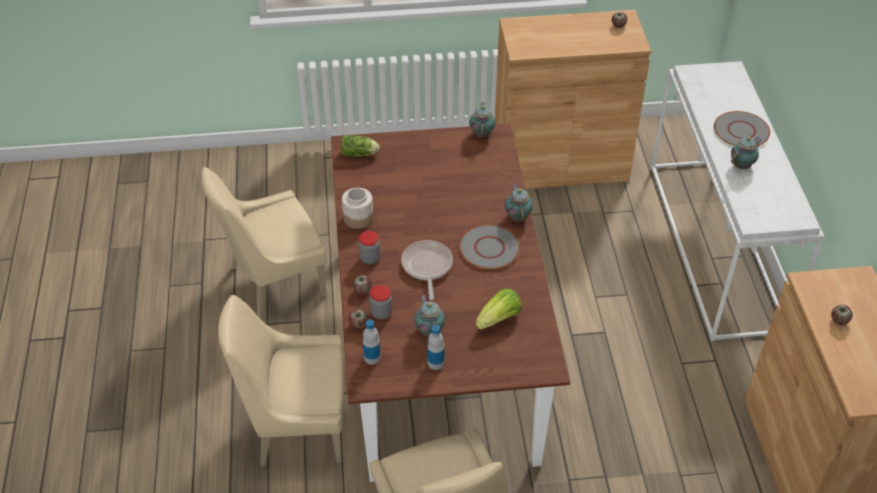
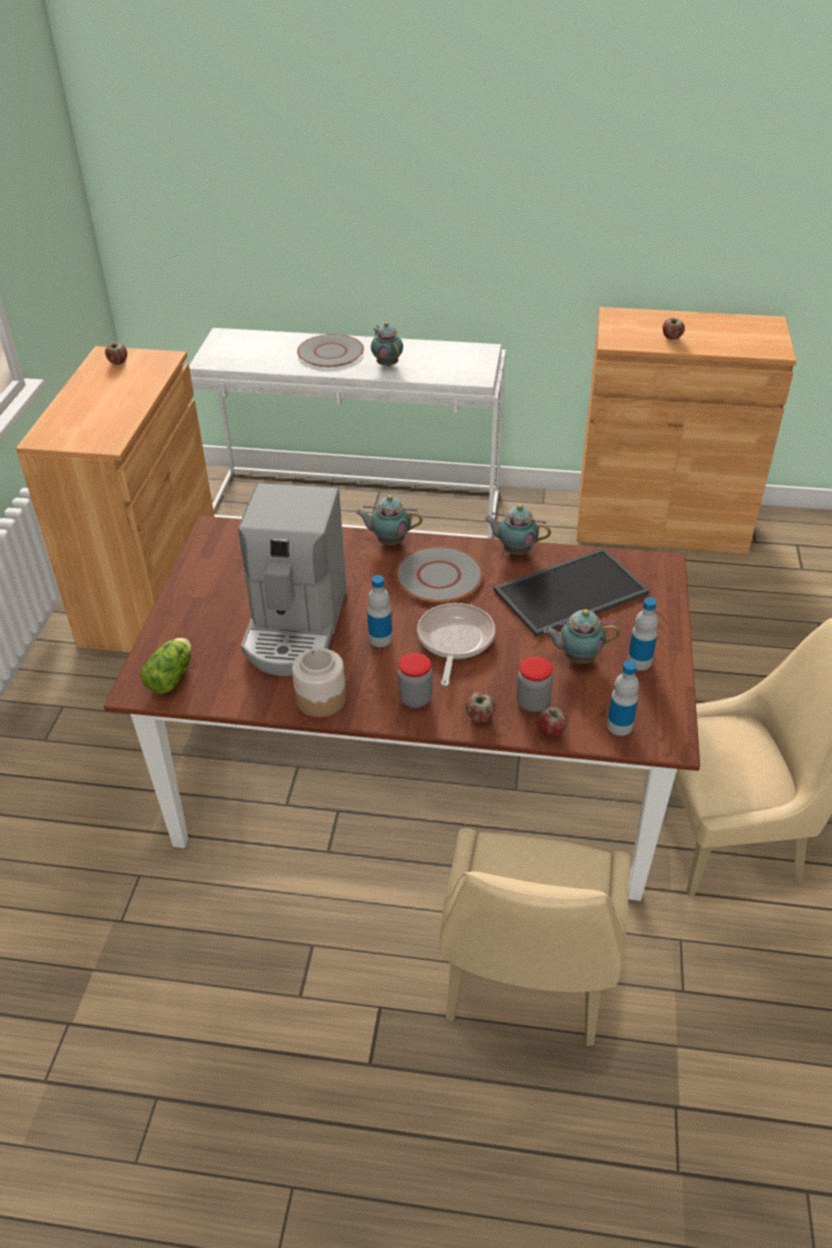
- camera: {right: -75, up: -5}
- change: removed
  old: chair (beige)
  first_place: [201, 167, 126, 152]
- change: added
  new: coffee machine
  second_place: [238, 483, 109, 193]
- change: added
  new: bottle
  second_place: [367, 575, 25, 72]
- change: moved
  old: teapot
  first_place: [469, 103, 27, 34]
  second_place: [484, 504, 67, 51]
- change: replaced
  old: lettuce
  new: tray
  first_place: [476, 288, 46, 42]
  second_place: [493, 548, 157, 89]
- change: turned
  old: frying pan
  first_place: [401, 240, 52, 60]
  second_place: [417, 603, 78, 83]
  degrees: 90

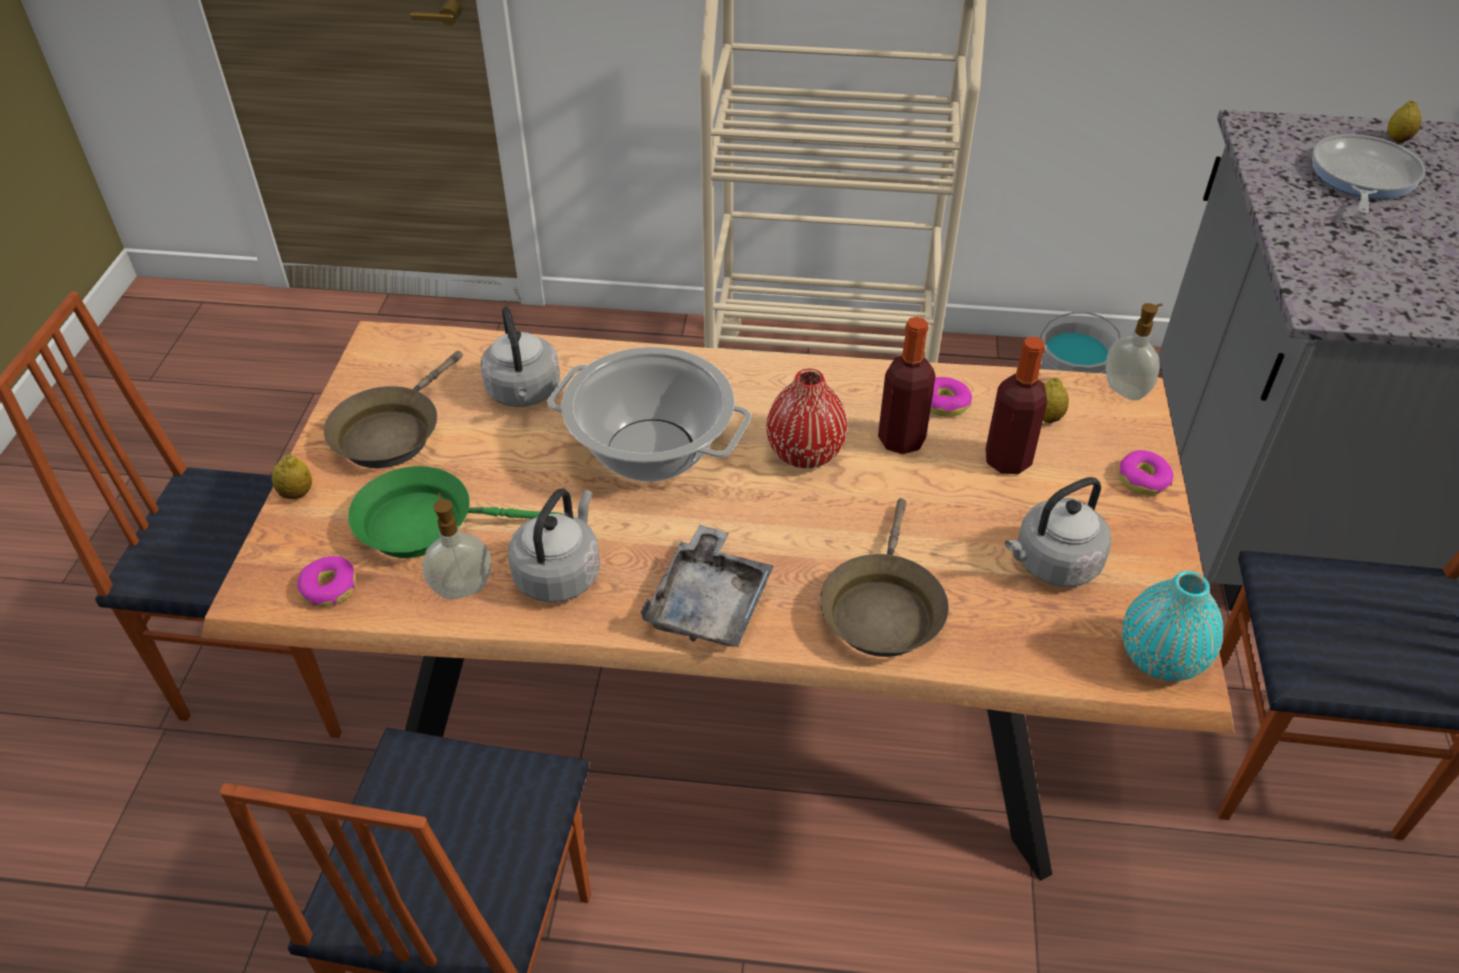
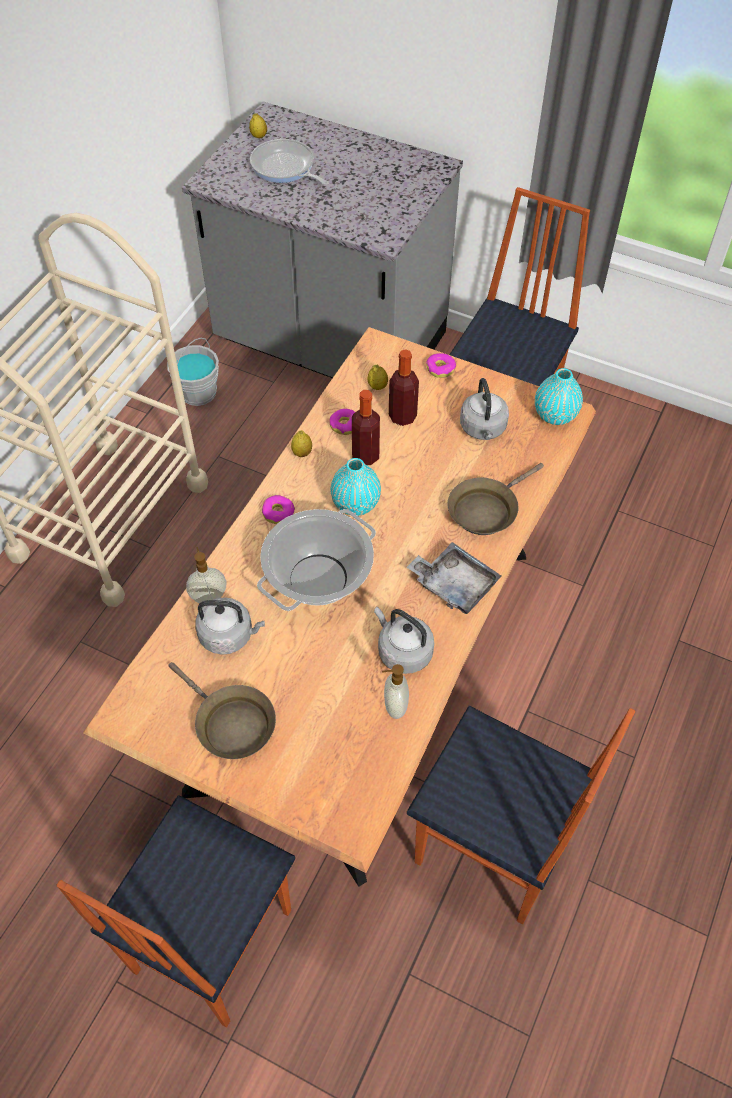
- camera: {right: -70, up: 10}
- change: removed
  old: frying pan (green)
  first_place: [348, 466, 214, 92]
- change: moved
  old: lemon
  first_place: [272, 454, 40, 45]
  second_place: [291, 430, 21, 27]
- change: moved
  old: donut
  first_place: [297, 556, 59, 51]
  second_place: [262, 495, 33, 29]
- change: moved
  old: soap dispenser
  first_place: [1105, 303, 58, 98]
  second_place: [186, 547, 40, 56]
- change: recoloured
  old: vase (red)
  new: vase (turquoise)
  first_place: [766, 369, 82, 99]
  second_place: [330, 458, 51, 58]
- change: turned
  old: frying pan (brown)
  first_place: [820, 498, 129, 159]
  second_place: [447, 463, 97, 72]
  degrees: 105

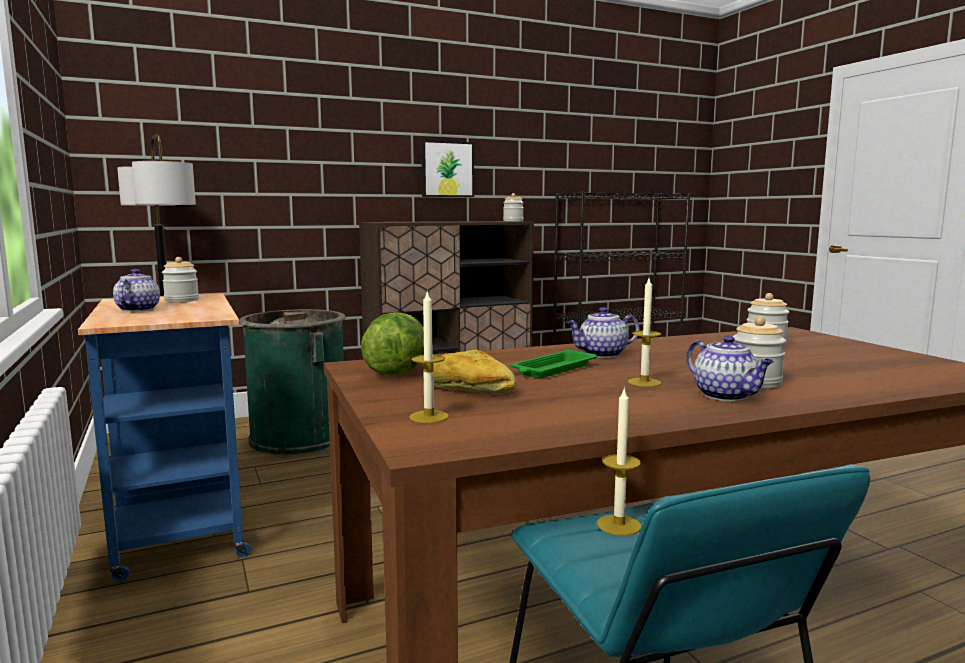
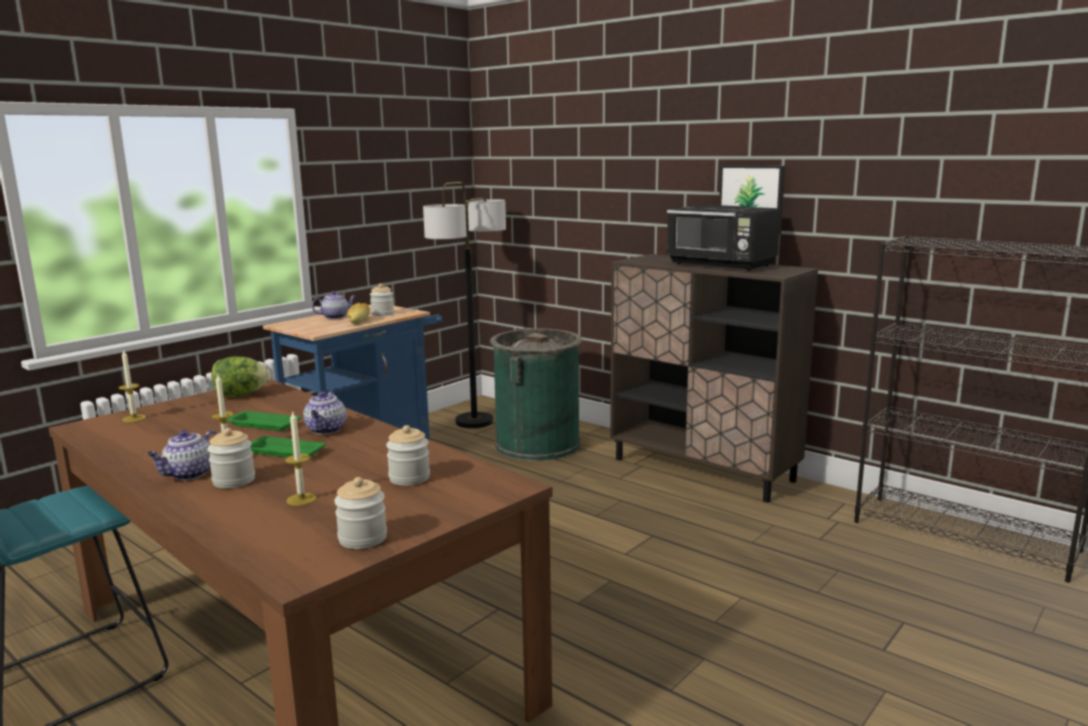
- camera: {right: 65, up: 5}
- change: added
  new: tray (green)
  second_place: [250, 436, 76, 21]
- change: added
  new: microwave (black)
  second_place: [667, 205, 114, 66]
- change: moved
  old: bread
  first_place: [433, 349, 83, 46]
  second_place: [347, 303, 23, 21]
- change: moved
  old: jar
  first_place: [503, 193, 21, 28]
  second_place: [334, 477, 53, 72]
- change: moved
  old: candle
  first_place: [597, 387, 44, 149]
  second_place: [285, 410, 31, 96]
- change: turned
  old: teapot
  first_place: [567, 307, 73, 51]
  second_place: [303, 391, 43, 43]
  degrees: -135

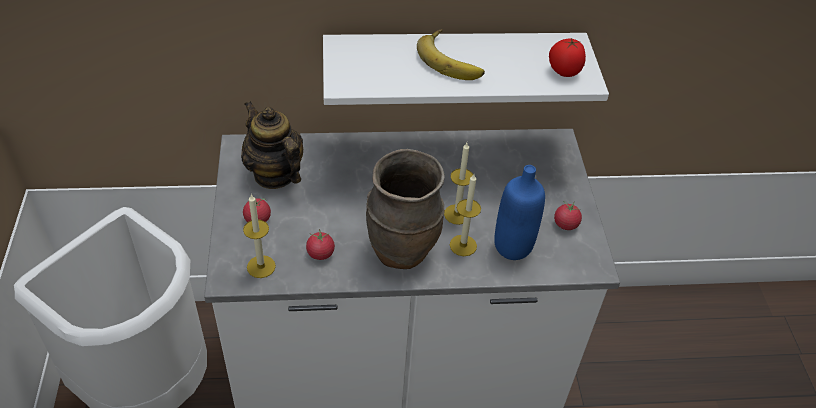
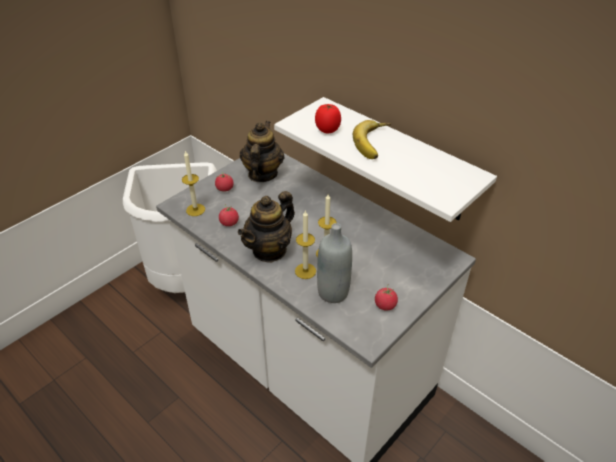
- camera: {right: 50, up: -5}
- change: moved
  old: tomato
  first_place: [549, 38, 37, 39]
  second_place: [315, 104, 26, 29]
- change: replaced
  old: vase (brown)
  new: teapot
  first_place: [366, 149, 79, 120]
  second_place: [238, 191, 57, 72]
- change: recoloured
  old: bottle (blue)
  new: bottle (grey)
  first_place: [494, 165, 51, 95]
  second_place: [317, 223, 35, 80]

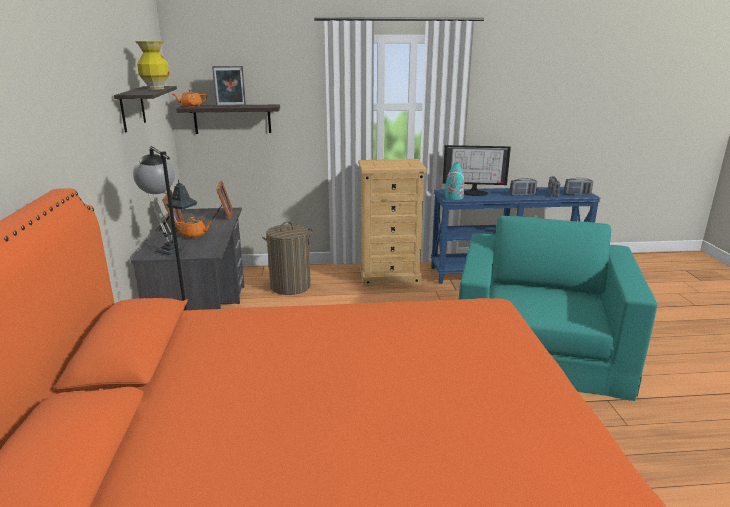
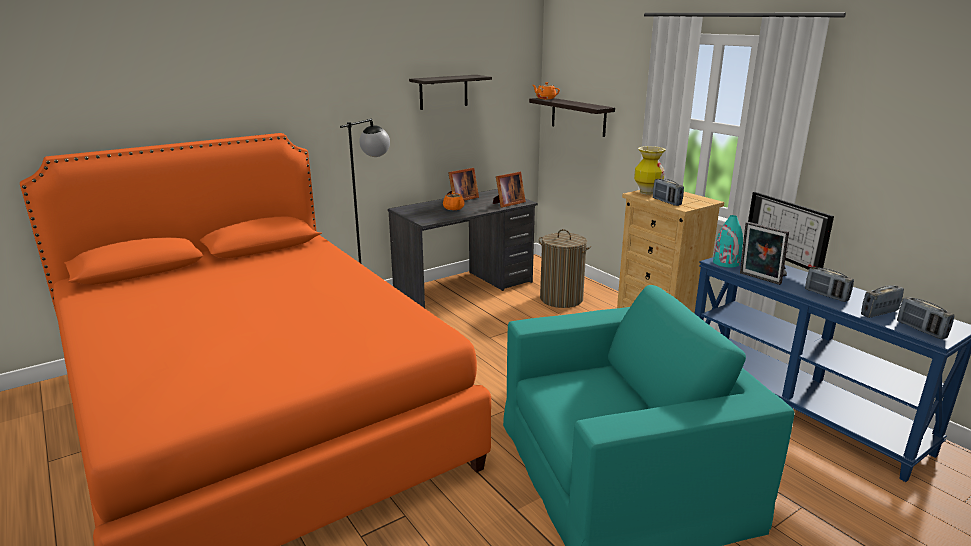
- camera: {right: 60, up: 0}
- change: removed
  old: table lamp
  first_place: [146, 179, 51, 76]
- change: added
  new: radio
  second_place: [653, 179, 31, 27]
- change: moved
  old: vase
  first_place: [135, 41, 34, 49]
  second_place: [634, 146, 32, 49]
- change: moved
  old: picture frame
  first_place: [212, 66, 34, 41]
  second_place: [740, 222, 49, 63]

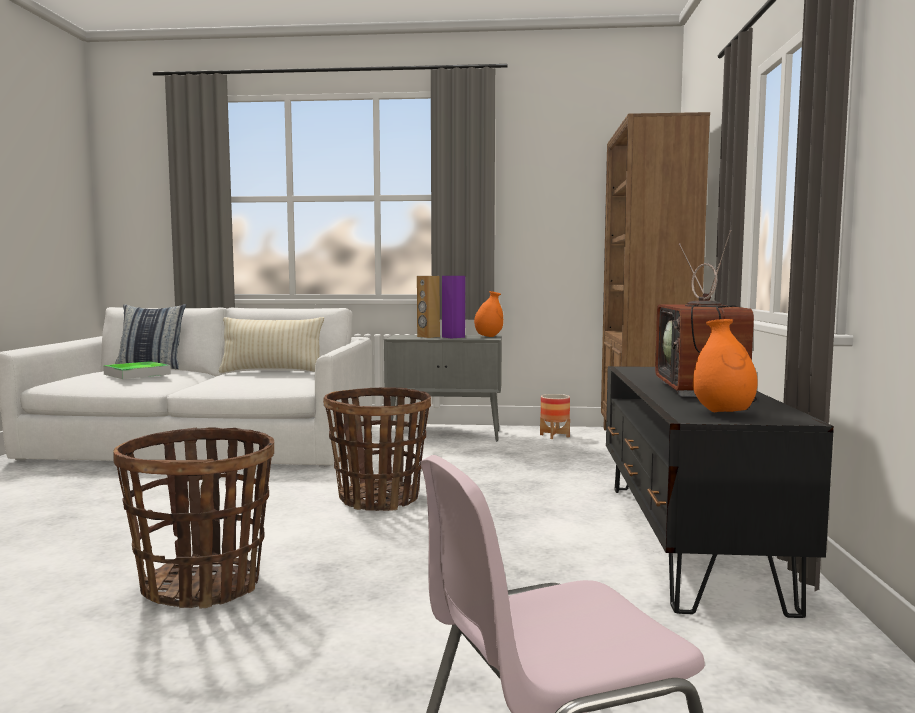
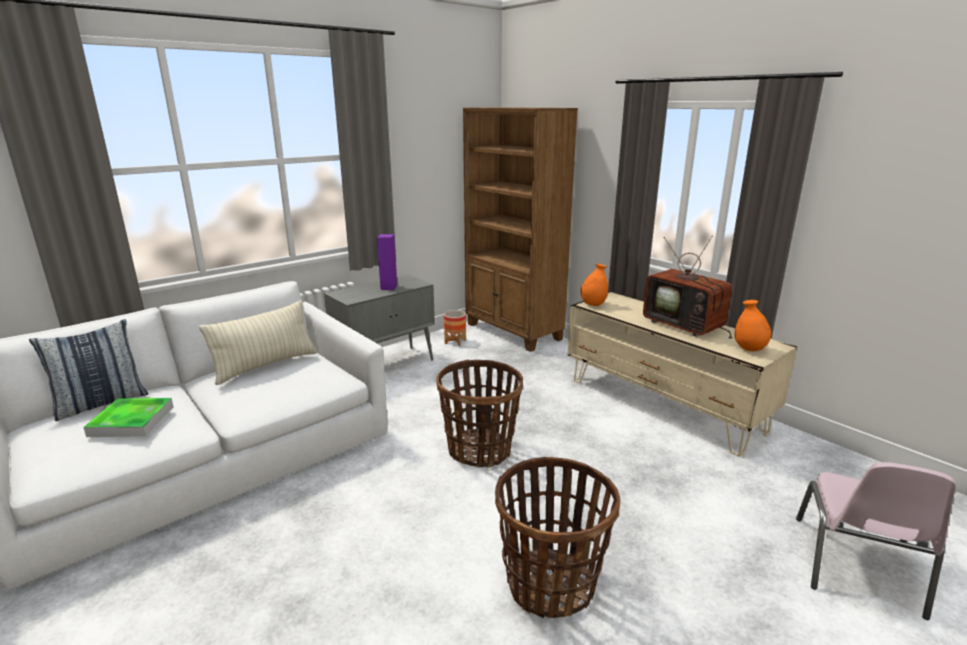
- camera: {right: -45, up: 15}
- change: removed
  old: speaker (brown)
  first_place: [417, 276, 23, 62]
- change: moved
  old: vase (orange)
  first_place: [474, 291, 29, 46]
  second_place: [580, 264, 28, 42]
- change: recoloured
  old: tv stand (black)
  new: tv stand (beige)
  first_place: [606, 366, 228, 252]
  second_place: [568, 292, 229, 165]

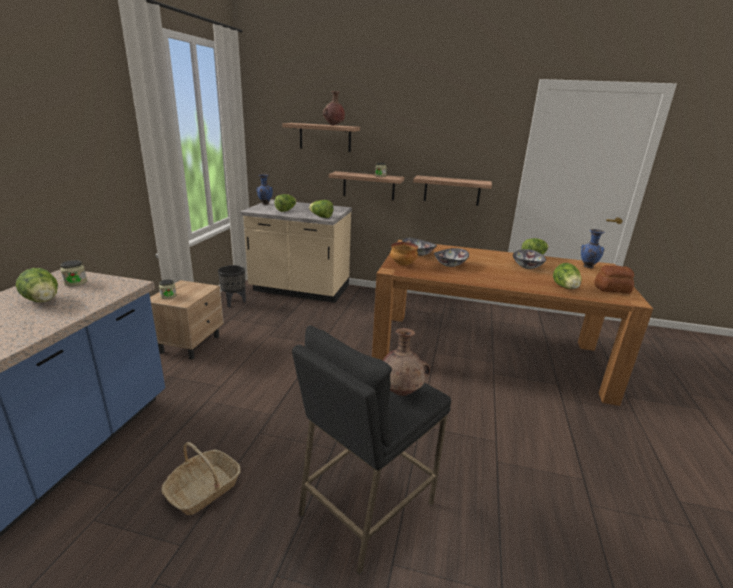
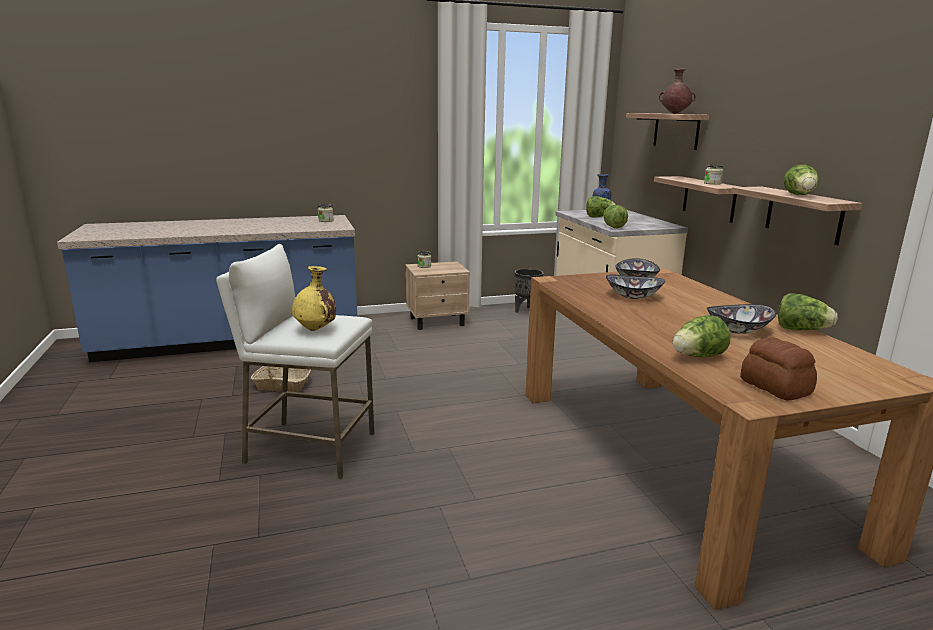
- camera: {right: 60, up: -5}
- change: removed
  old: bowl
  first_place: [390, 242, 28, 24]
- change: removed
  old: vase (blue)
  first_place: [581, 229, 23, 39]
- change: moved
  old: lettuce
  first_place: [16, 268, 42, 34]
  second_place: [784, 165, 35, 30]
- change: recoloured
  old: stool (black)
  new: stool (white)
  first_place: [292, 325, 159, 250]
  second_place: [216, 244, 158, 235]
- change: recoloured
  old: vase (brown)
  new: vase (yellow)
  first_place: [383, 328, 47, 68]
  second_place: [292, 266, 44, 65]

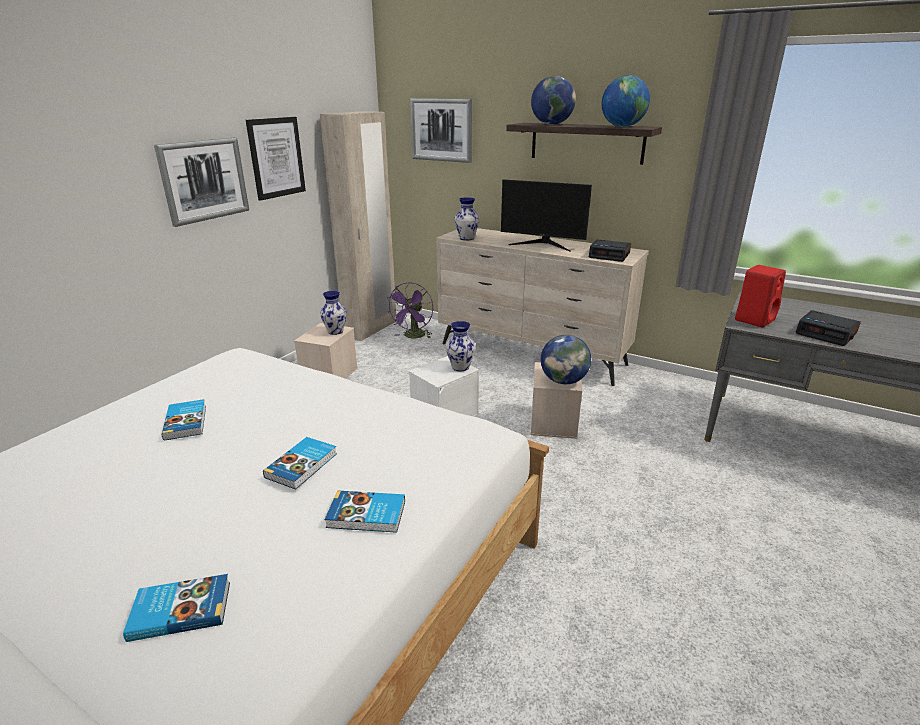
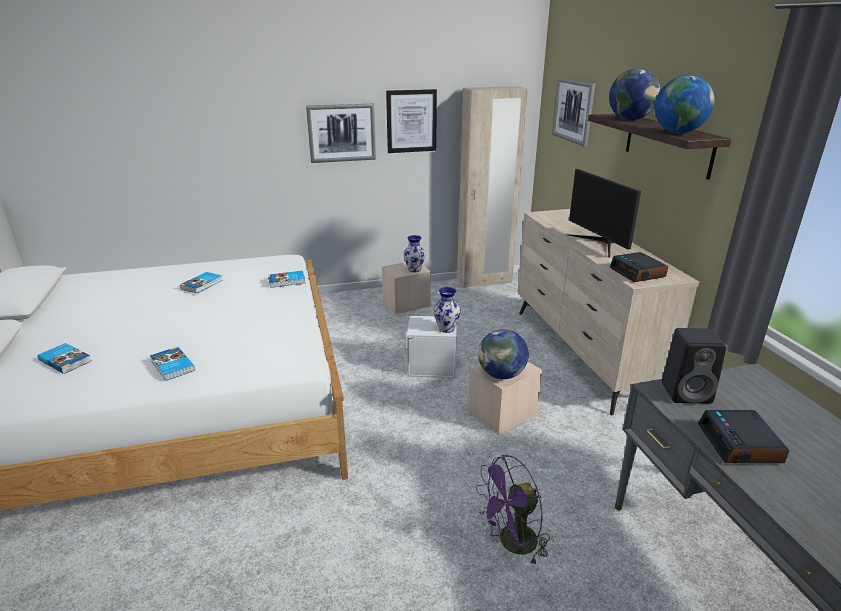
- camera: {right: 45, up: 0}
- change: removed
  old: vase
  first_place: [454, 197, 25, 44]
- change: moved
  old: book
  first_place: [263, 437, 74, 53]
  second_place: [268, 271, 38, 17]
- change: moved
  old: fan (purple)
  first_place: [387, 282, 46, 57]
  second_place: [476, 455, 74, 111]
- change: recoloured
  old: speaker (red)
  new: speaker (black)
  first_place: [735, 265, 51, 62]
  second_place: [662, 328, 64, 76]

